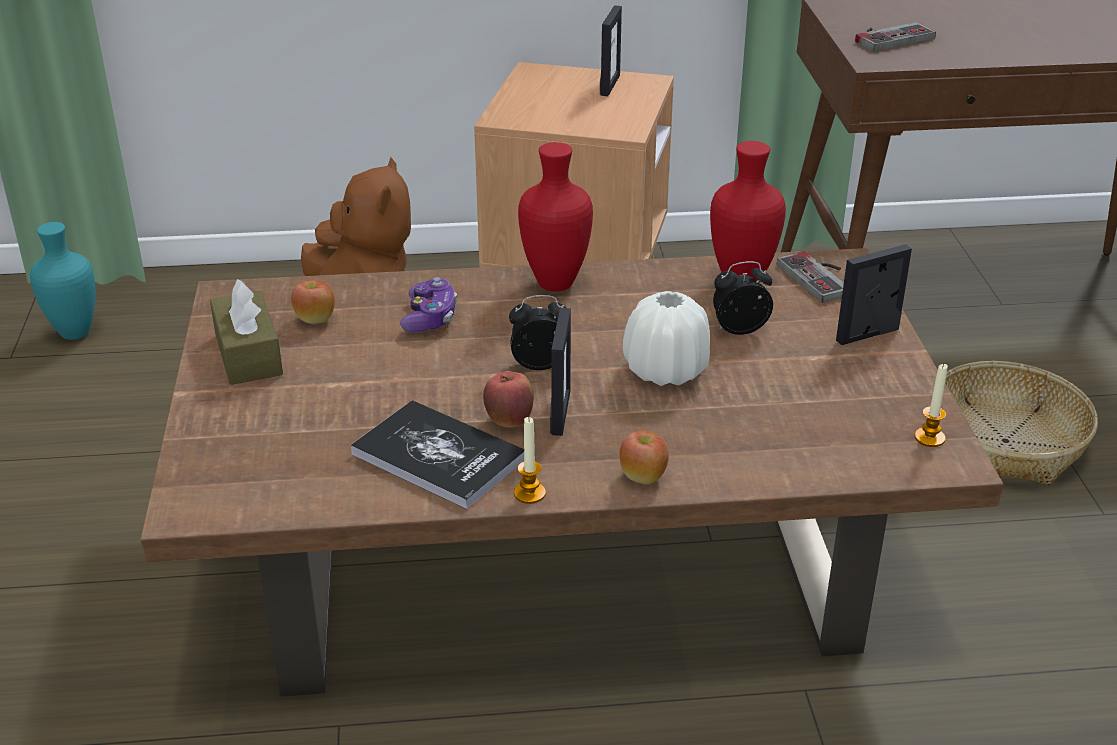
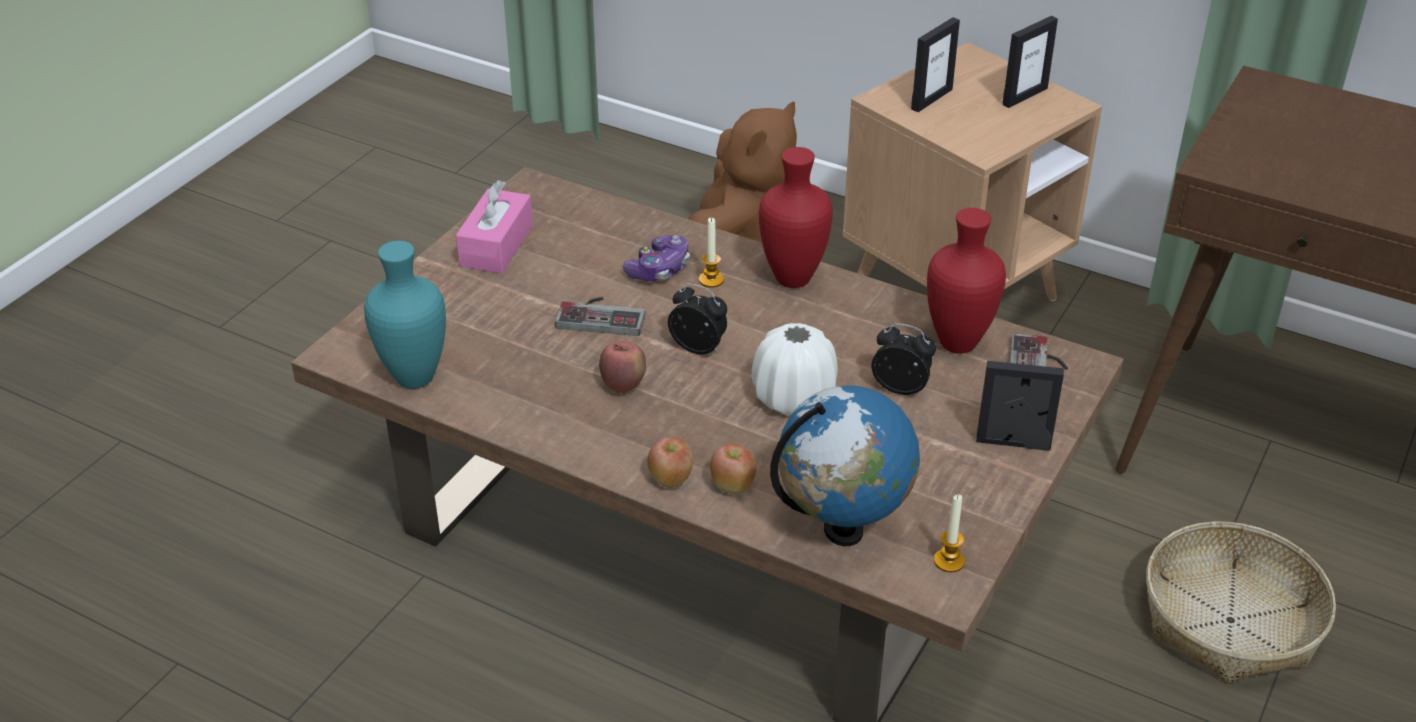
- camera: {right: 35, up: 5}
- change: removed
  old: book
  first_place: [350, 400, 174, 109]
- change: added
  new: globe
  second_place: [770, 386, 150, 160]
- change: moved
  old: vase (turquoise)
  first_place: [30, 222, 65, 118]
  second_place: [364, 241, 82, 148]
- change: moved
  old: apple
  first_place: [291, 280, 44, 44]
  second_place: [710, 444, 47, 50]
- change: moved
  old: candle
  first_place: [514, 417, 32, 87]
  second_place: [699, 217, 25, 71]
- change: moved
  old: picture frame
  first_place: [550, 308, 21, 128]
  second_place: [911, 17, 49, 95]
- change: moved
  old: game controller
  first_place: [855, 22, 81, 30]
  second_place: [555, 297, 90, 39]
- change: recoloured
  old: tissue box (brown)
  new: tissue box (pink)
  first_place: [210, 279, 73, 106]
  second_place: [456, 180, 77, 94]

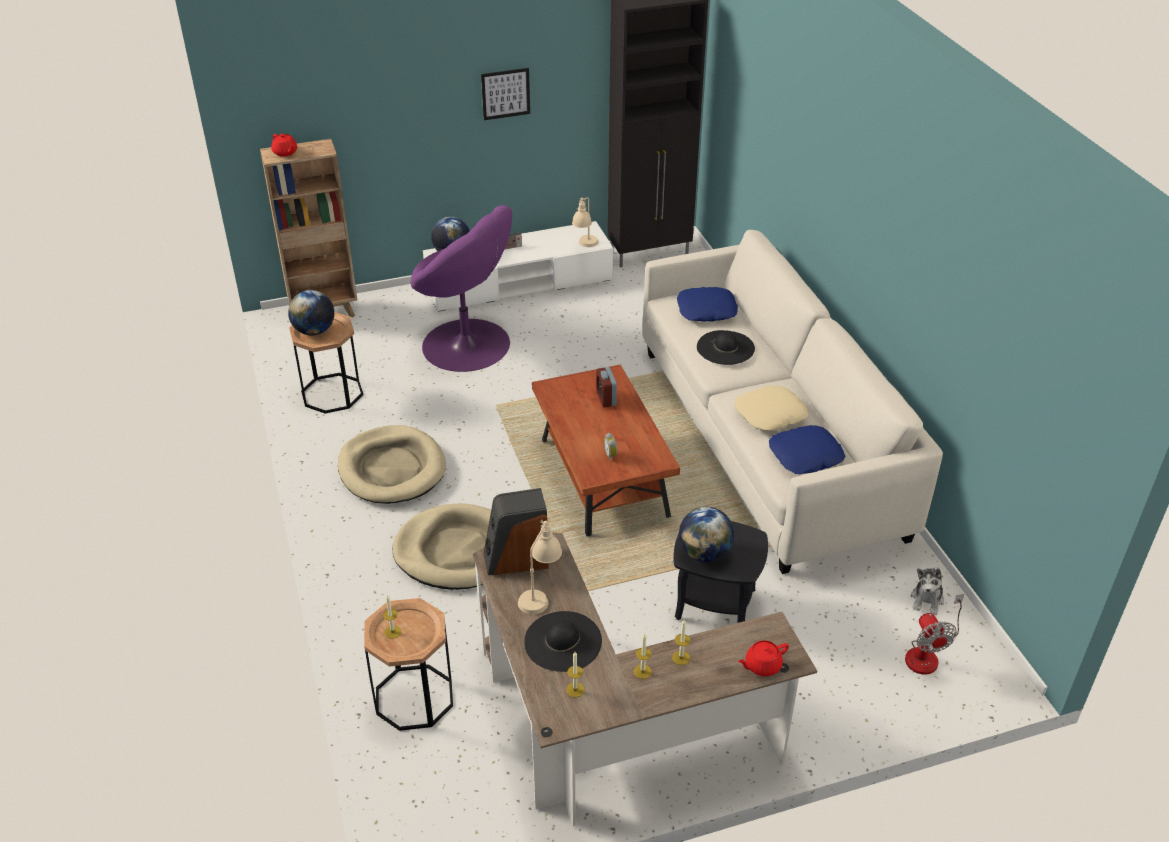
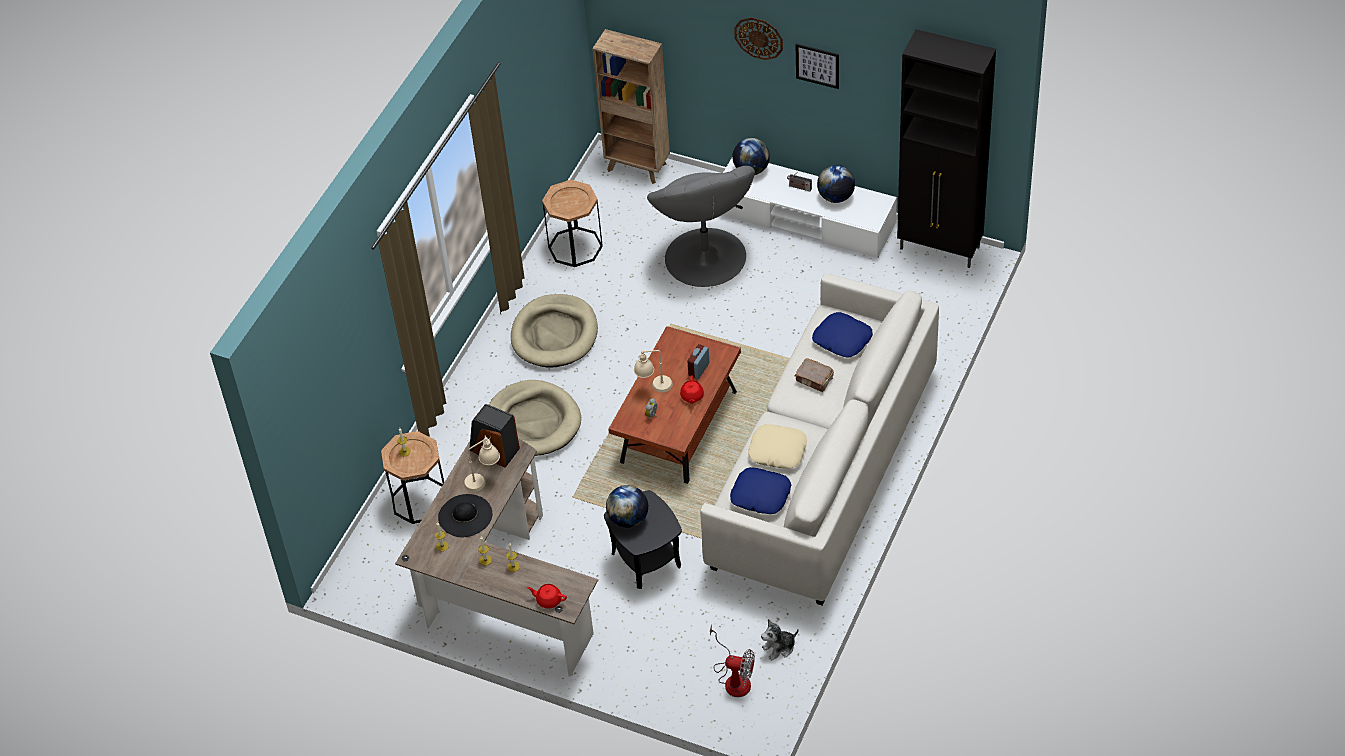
- camera: {right: 45, up: 10}
- change: added
  new: wall clock
  second_place: [734, 17, 49, 43]
- change: moved
  old: teapot (red)
  first_place: [271, 134, 26, 23]
  second_place: [680, 375, 24, 29]
- change: moved
  old: globe
  first_place: [288, 290, 46, 45]
  second_place: [817, 165, 38, 38]
- change: moved
  old: table lamp (beige)
  first_place: [572, 197, 26, 50]
  second_place: [634, 350, 39, 42]
- change: replaced
  old: hat (black)
  new: book (brown)
  first_place: [697, 330, 58, 35]
  second_place: [795, 358, 39, 34]
- change: recoloured
  old: armchair (purple)
  new: armchair (grey)
  first_place: [410, 205, 102, 167]
  second_place: [647, 166, 108, 121]
- change: turned
  old: fan
  first_place: [905, 594, 59, 81]
  second_place: [710, 625, 45, 72]
  degrees: -105

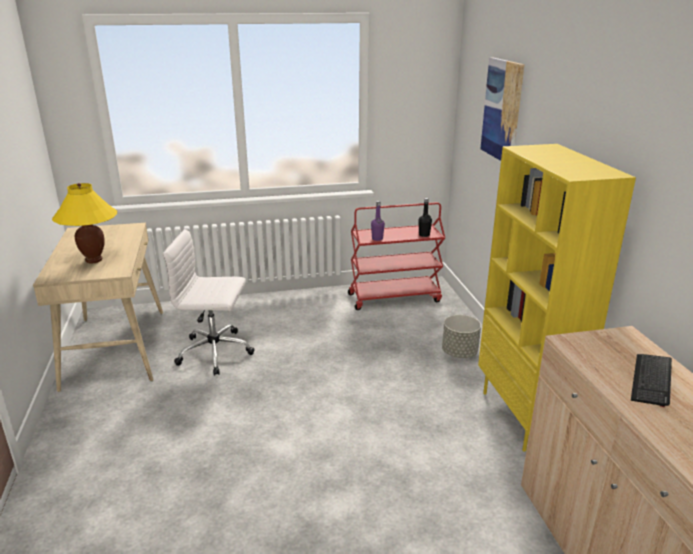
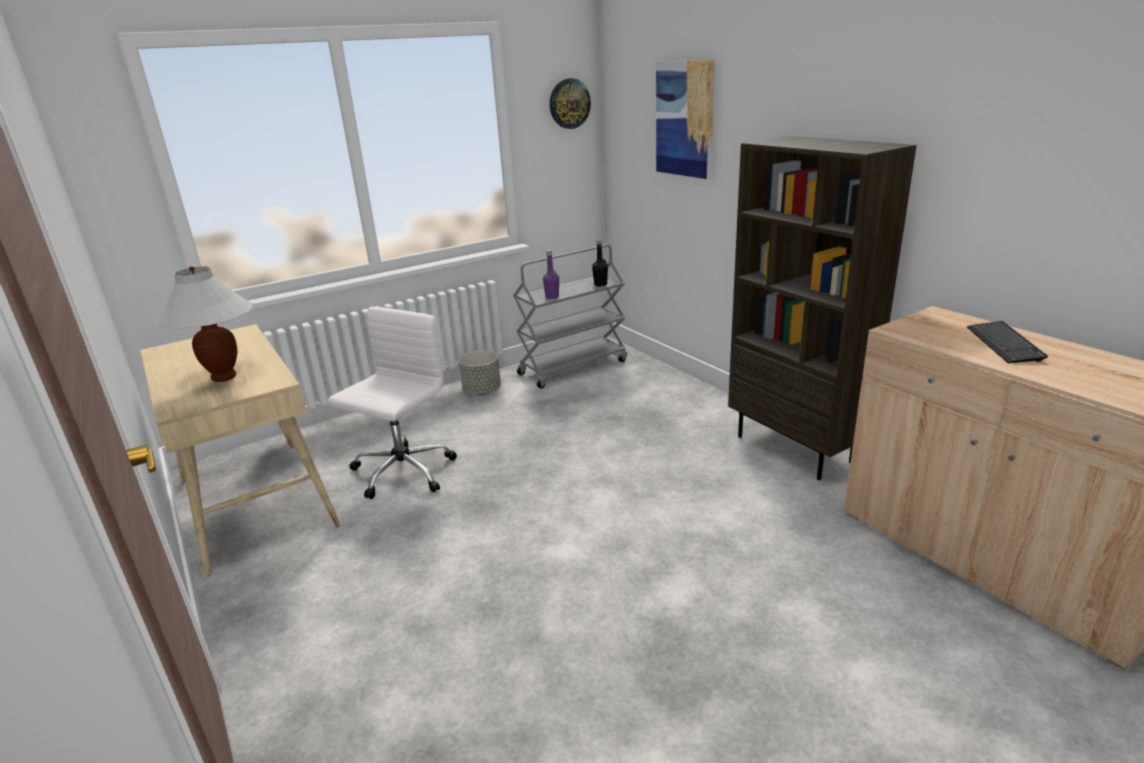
- camera: {right: -20, up: 0}
- change: added
  new: wall clock
  second_place: [550, 78, 41, 51]
- change: moved
  old: planter (grey)
  first_place: [442, 315, 39, 43]
  second_place: [459, 350, 42, 45]
- change: recoloured
  old: table lamp (yellow)
  new: table lamp (white)
  first_place: [52, 183, 65, 81]
  second_place: [155, 266, 97, 116]
- change: recoloured
  old: cart (red)
  new: cart (grey)
  first_place: [348, 202, 97, 108]
  second_place: [513, 245, 114, 144]
- change: recoloured
  old: bookcase (yellow)
  new: bookcase (brown)
  first_place: [478, 144, 158, 308]
  second_place: [728, 136, 189, 344]
- change: turned
  old: office chair (white)
  first_place: [163, 229, 92, 147]
  second_place: [328, 307, 129, 192]
  degrees: 135

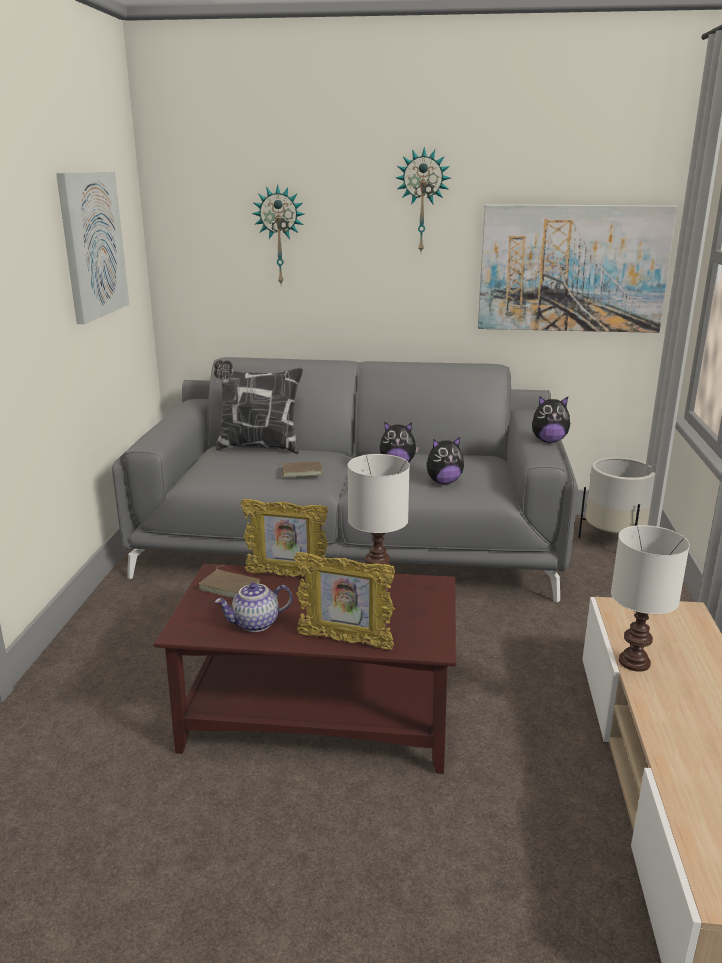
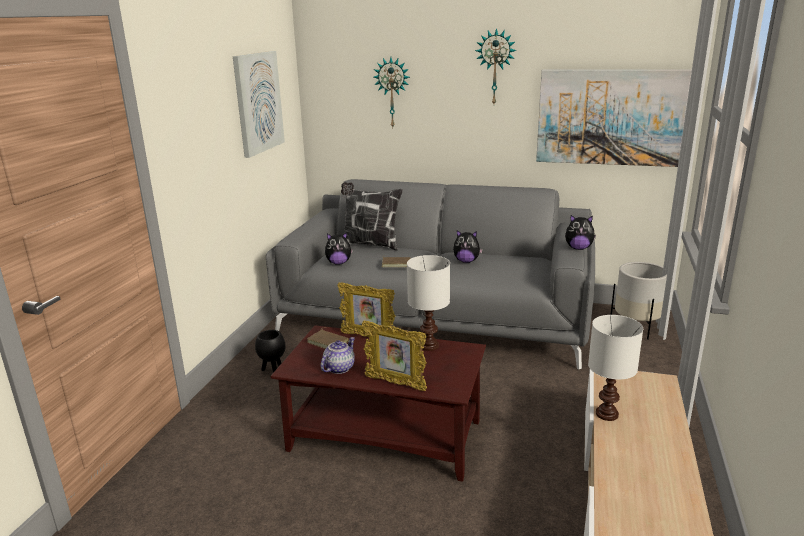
- camera: {right: 10, up: 0}
- change: added
  new: planter (black)
  second_place: [255, 330, 31, 43]
- change: moved
  old: plush toy
  first_place: [427, 437, 37, 47]
  second_place: [325, 232, 28, 33]
- change: turned
  old: teapot
  first_place: [215, 582, 77, 50]
  second_place: [321, 337, 34, 37]
  degrees: 135

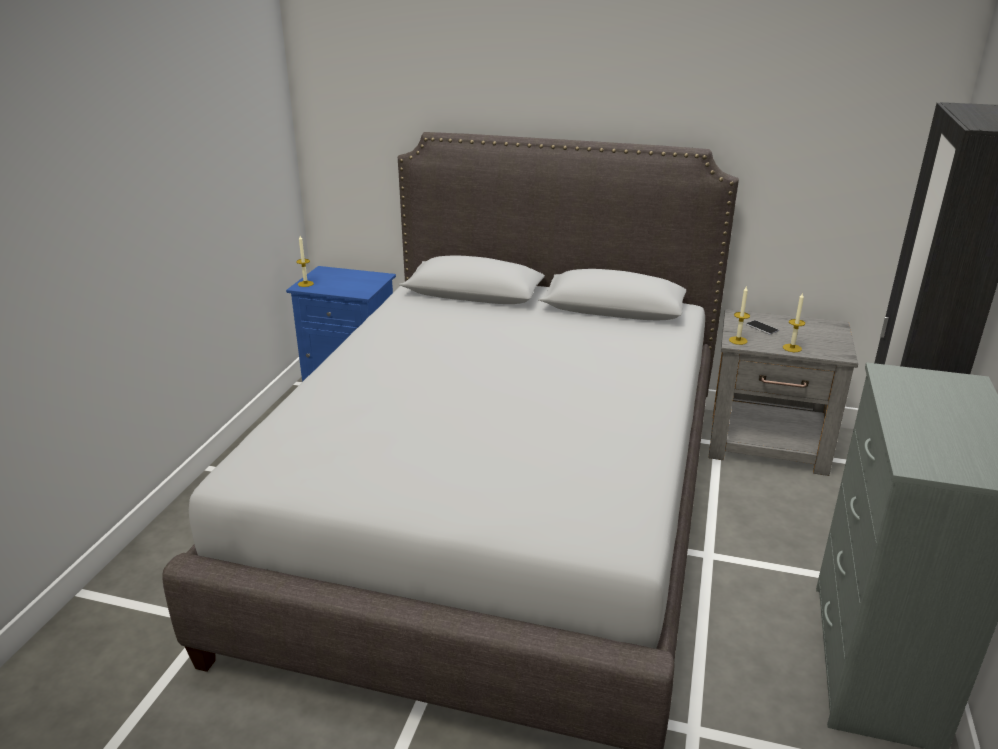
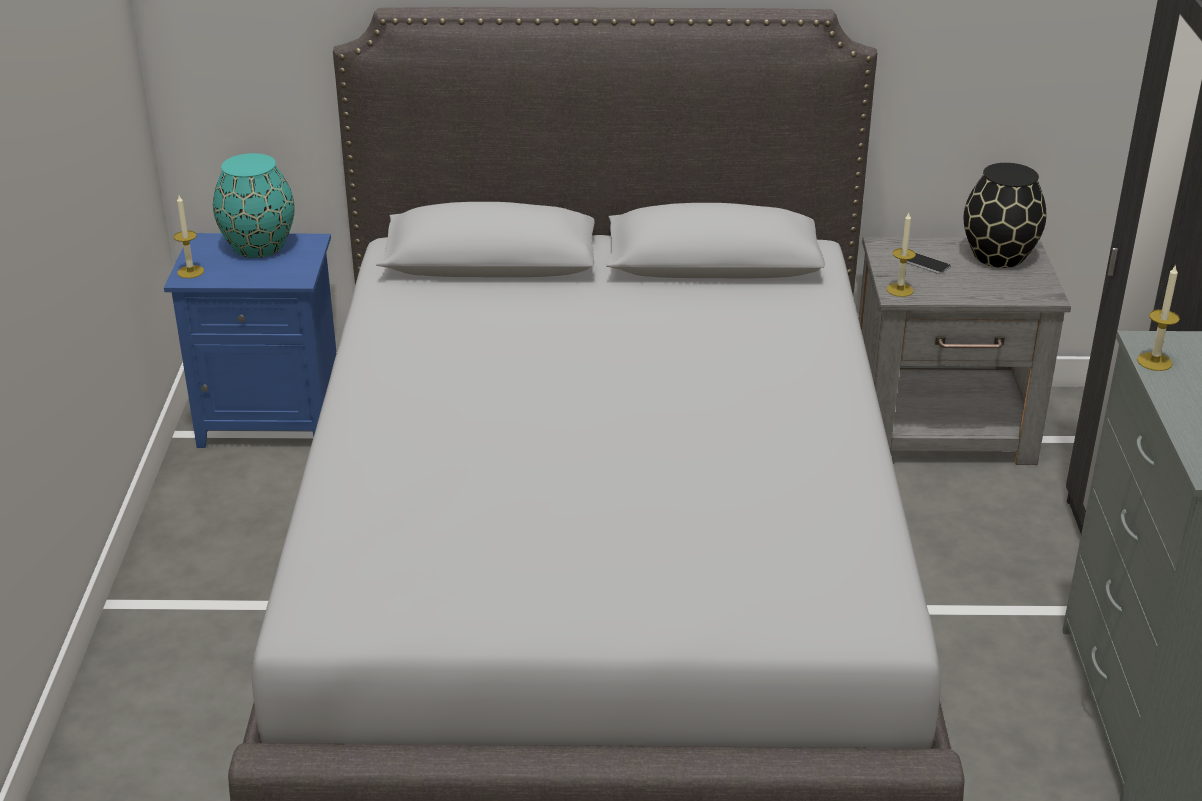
- camera: {right: -15, up: 5}
- change: added
  new: vase (turquoise)
  second_place: [213, 153, 82, 105]
- change: added
  new: vase (black)
  second_place: [964, 163, 82, 105]
- change: moved
  old: candle
  first_place: [783, 292, 22, 60]
  second_place: [1137, 264, 43, 107]

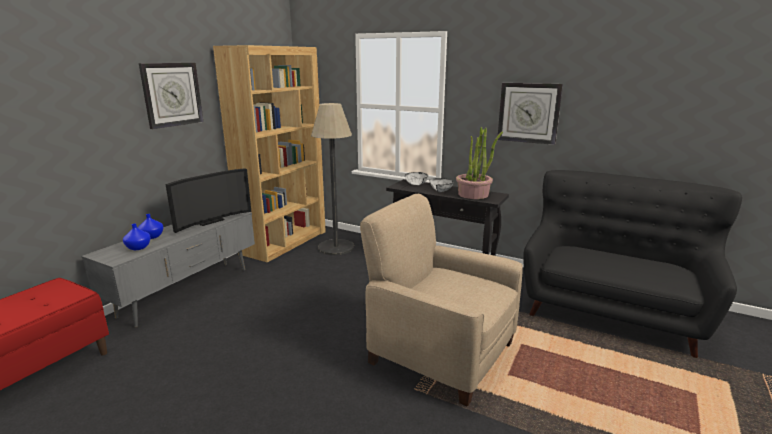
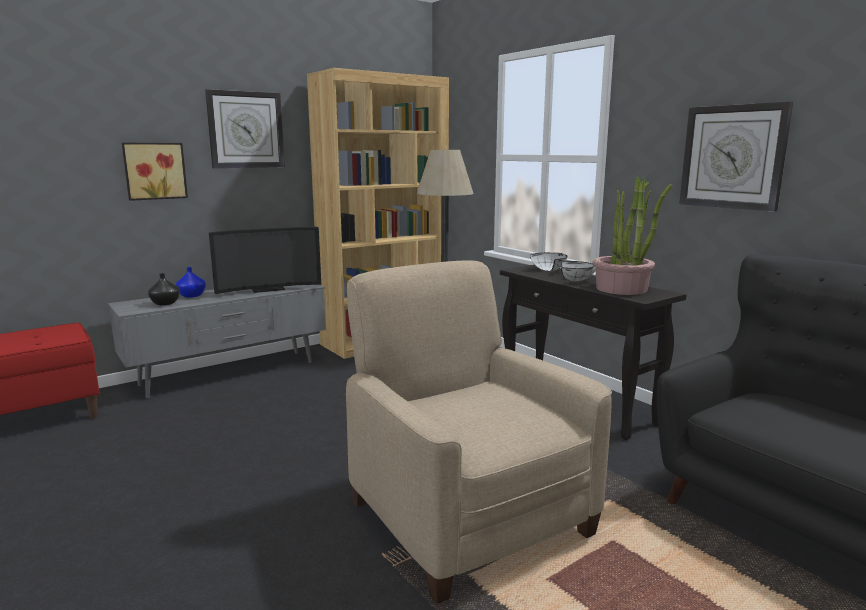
- camera: {right: 25, up: -5}
- change: added
  new: picture
  second_place: [122, 143, 66, 58]
- change: recoloured
  old: vase (blue)
  new: vase (black)
  first_place: [123, 224, 28, 26]
  second_place: [148, 273, 32, 32]

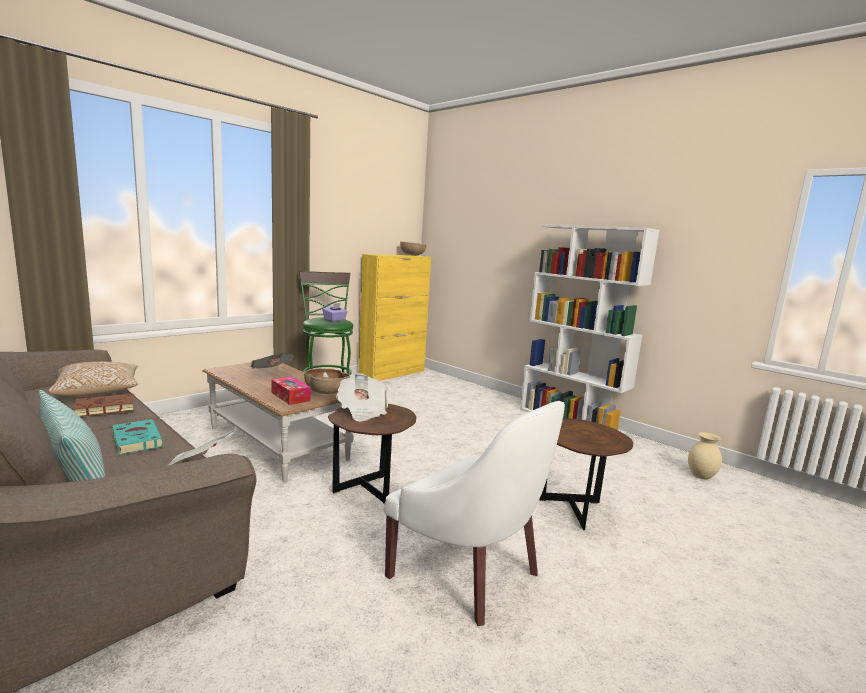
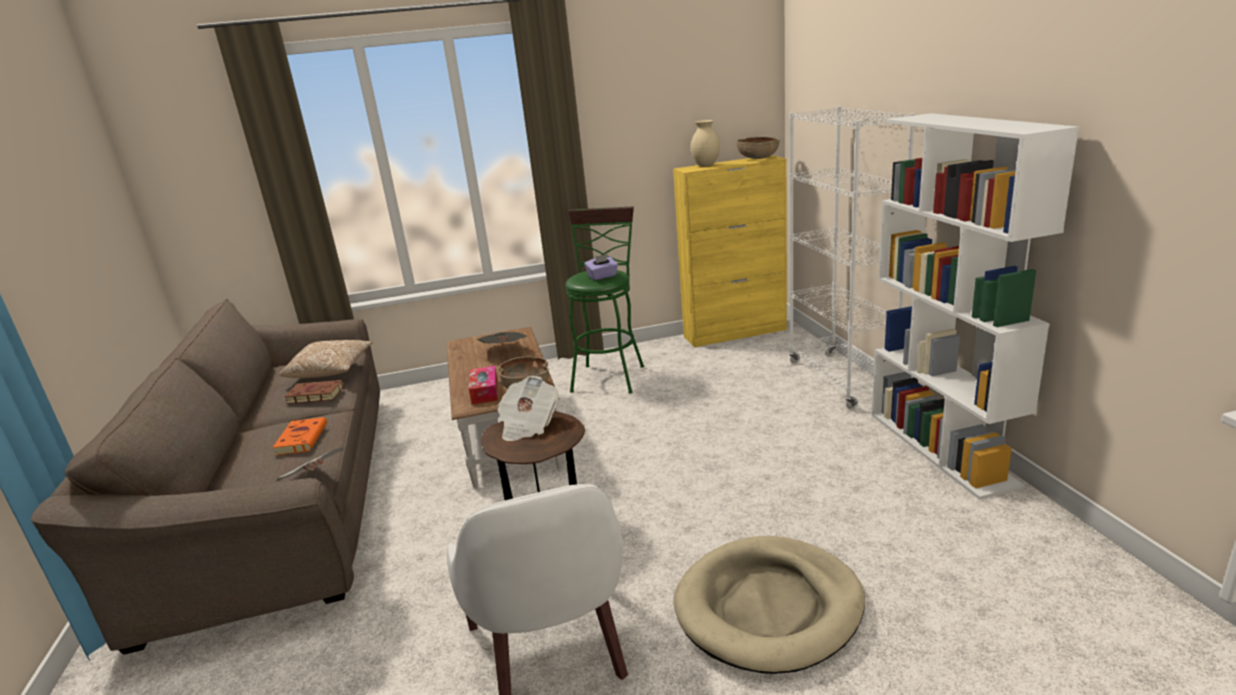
- camera: {right: 35, up: 10}
- change: removed
  old: pillow
  first_place: [39, 390, 66, 92]
- change: added
  new: bookcase (white)
  second_place: [788, 106, 127, 303]
- change: moved
  old: vase (beige)
  first_place: [688, 432, 34, 47]
  second_place: [691, 120, 29, 47]
- change: replaced
  old: side table (brown)
  new: dog bed (beige)
  first_place: [539, 418, 94, 112]
  second_place: [674, 536, 191, 138]
- change: recoloured
  old: book (turquoise)
  new: book (orange)
  first_place: [112, 419, 52, 36]
  second_place: [272, 417, 55, 39]

